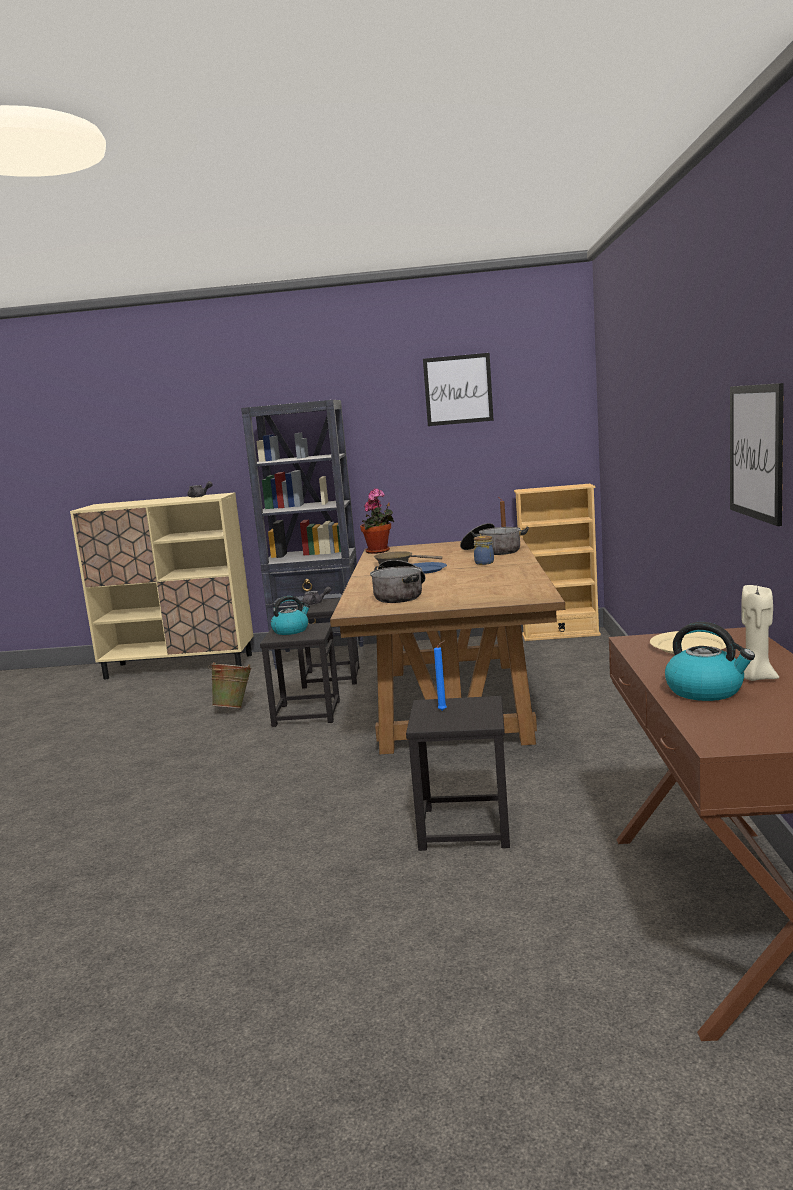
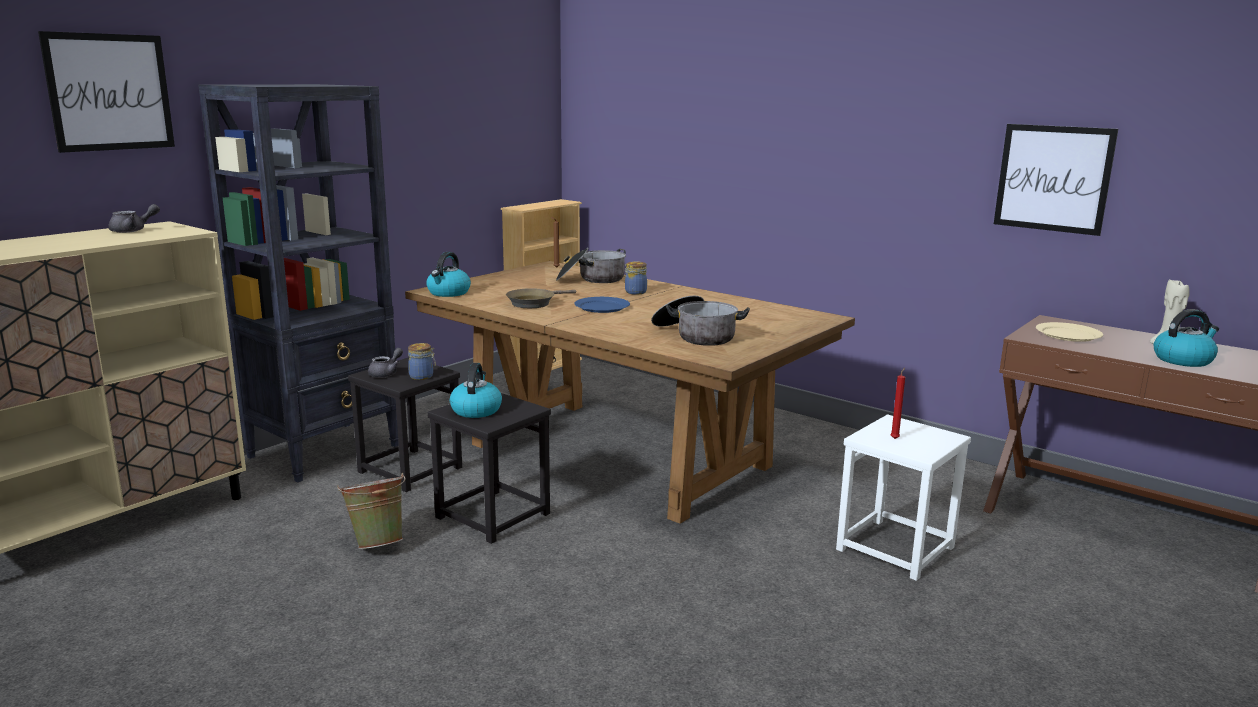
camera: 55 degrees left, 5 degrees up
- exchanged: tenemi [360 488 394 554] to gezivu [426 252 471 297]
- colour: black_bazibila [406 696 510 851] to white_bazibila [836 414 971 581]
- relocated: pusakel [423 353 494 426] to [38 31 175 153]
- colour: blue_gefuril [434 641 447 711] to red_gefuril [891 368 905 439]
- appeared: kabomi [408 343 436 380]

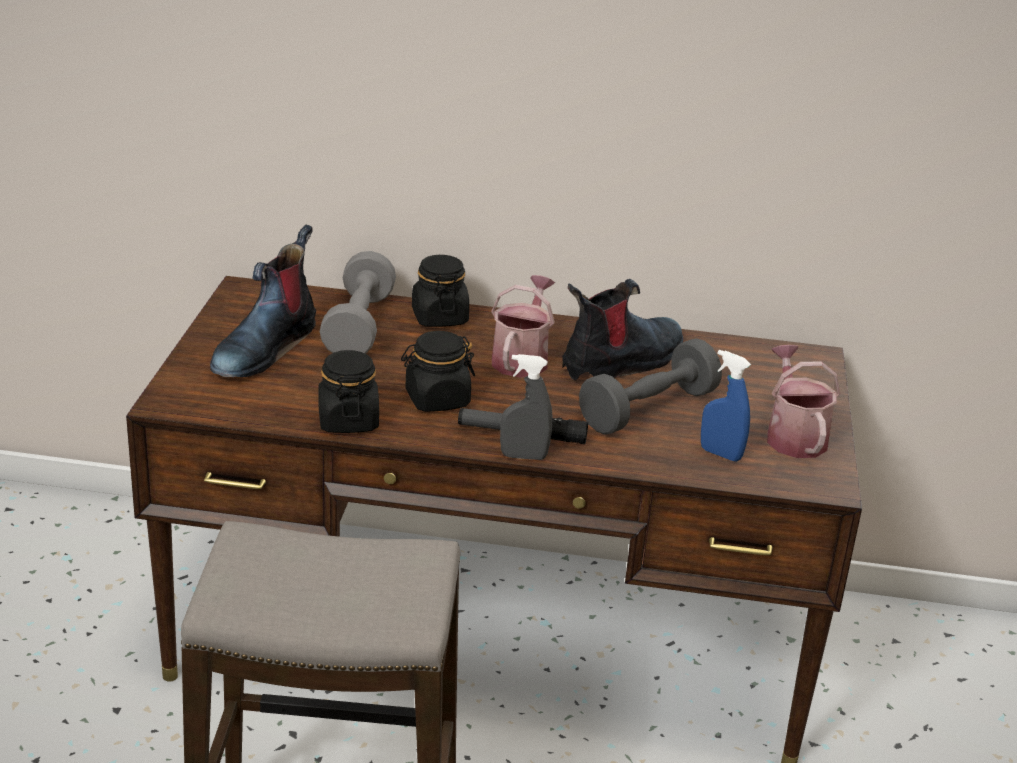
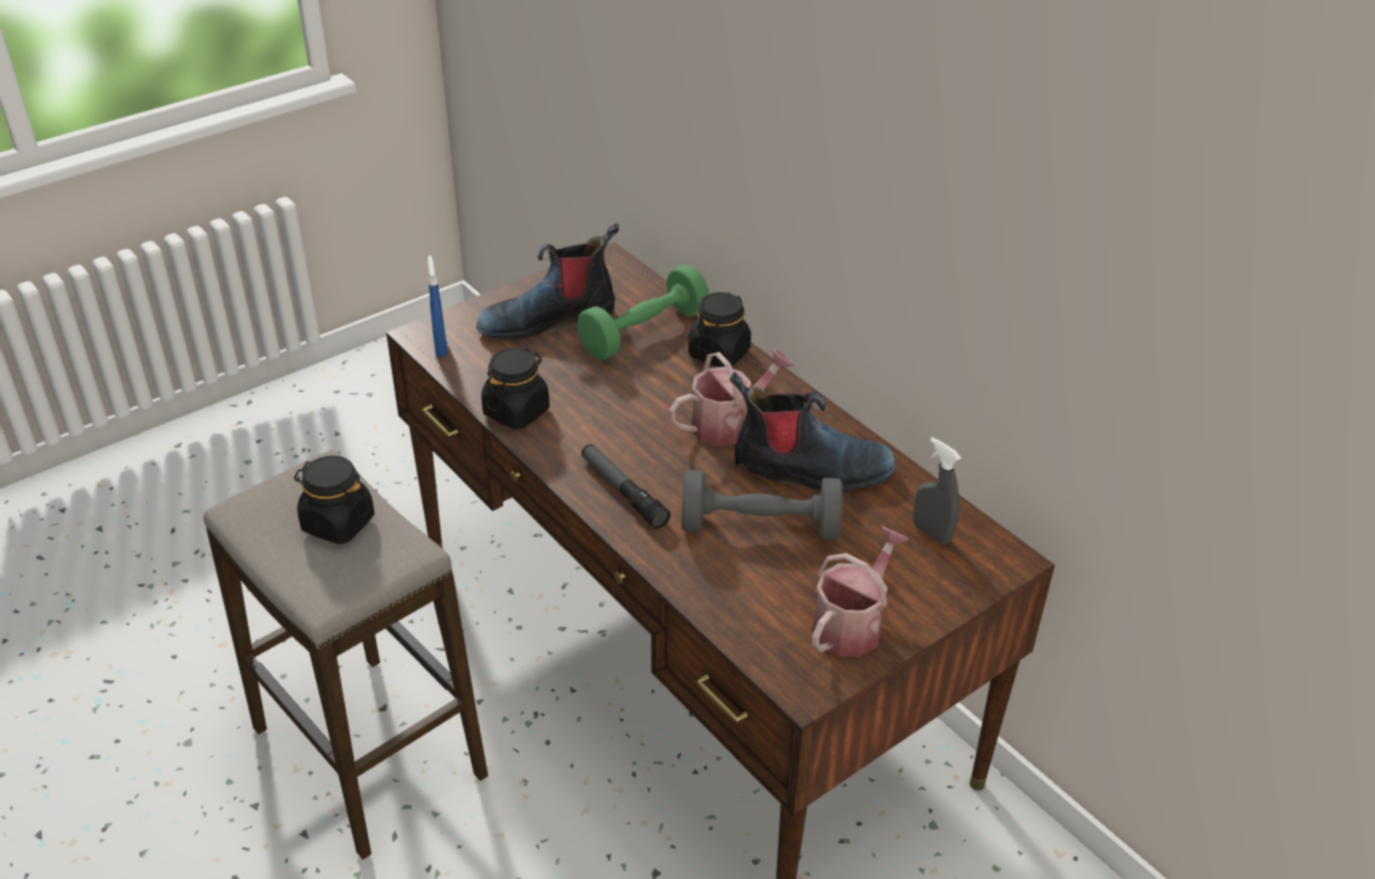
camera: 45 degrees right, 10 degrees up
- colour: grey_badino [320 251 396 354] to green_badino [577 265 709 360]
- relocated: black_kabomi [401 331 475 412] to [294 456 375 544]
- relocated: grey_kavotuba [500 354 552 460] to [913 437 961 545]
- relocated: blue_kavotuba [701 350 751 462] to [428 255 448 357]

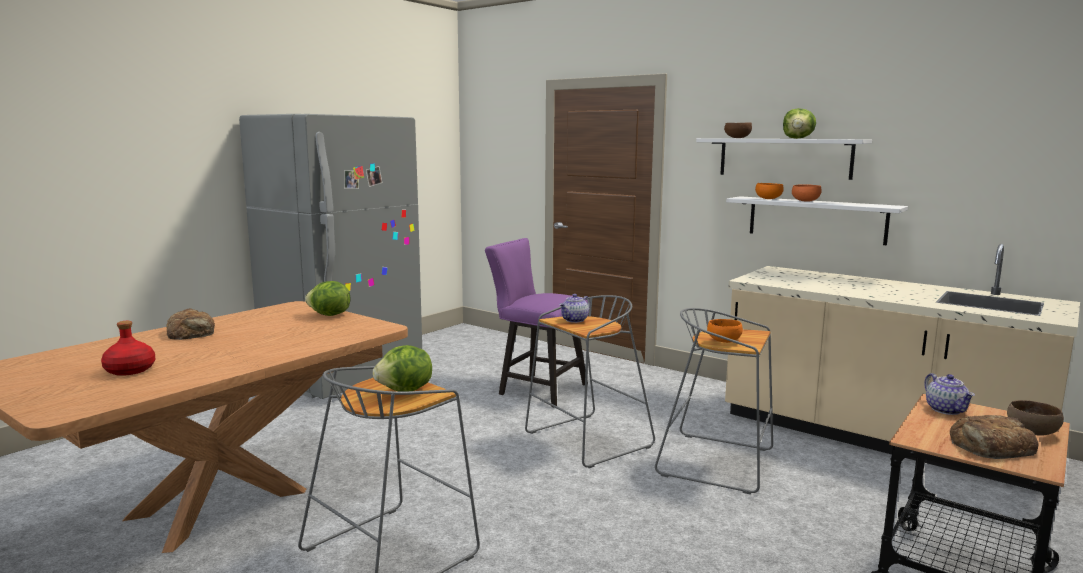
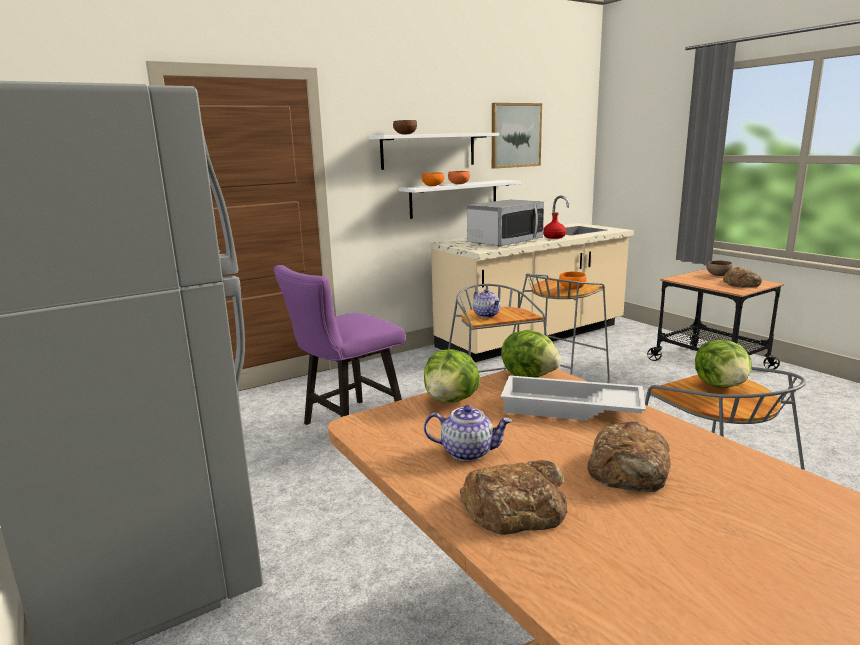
camera: 70 degrees left, 5 degrees up
- relocated: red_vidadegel [101 321 155 376] to [543 212 567 239]
- relocated: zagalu [783 108 816 139] to [501 330 561 378]
- relocated: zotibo [924 373 975 415] to [424 405 512 461]
- appeared: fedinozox [467 199 544 247]
- appeared: pusakel [492 103 542 169]
- appeared: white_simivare [500 375 646 421]
- appeared: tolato [587 421 671 492]

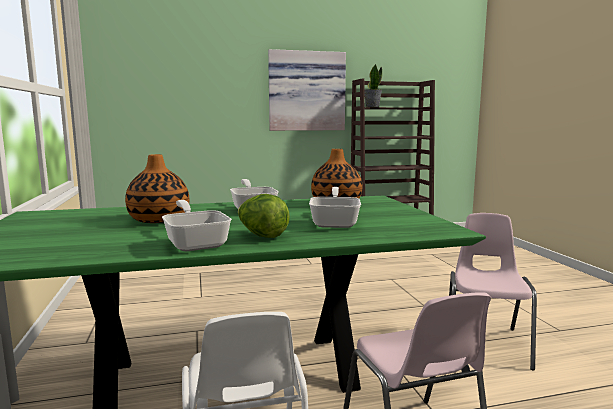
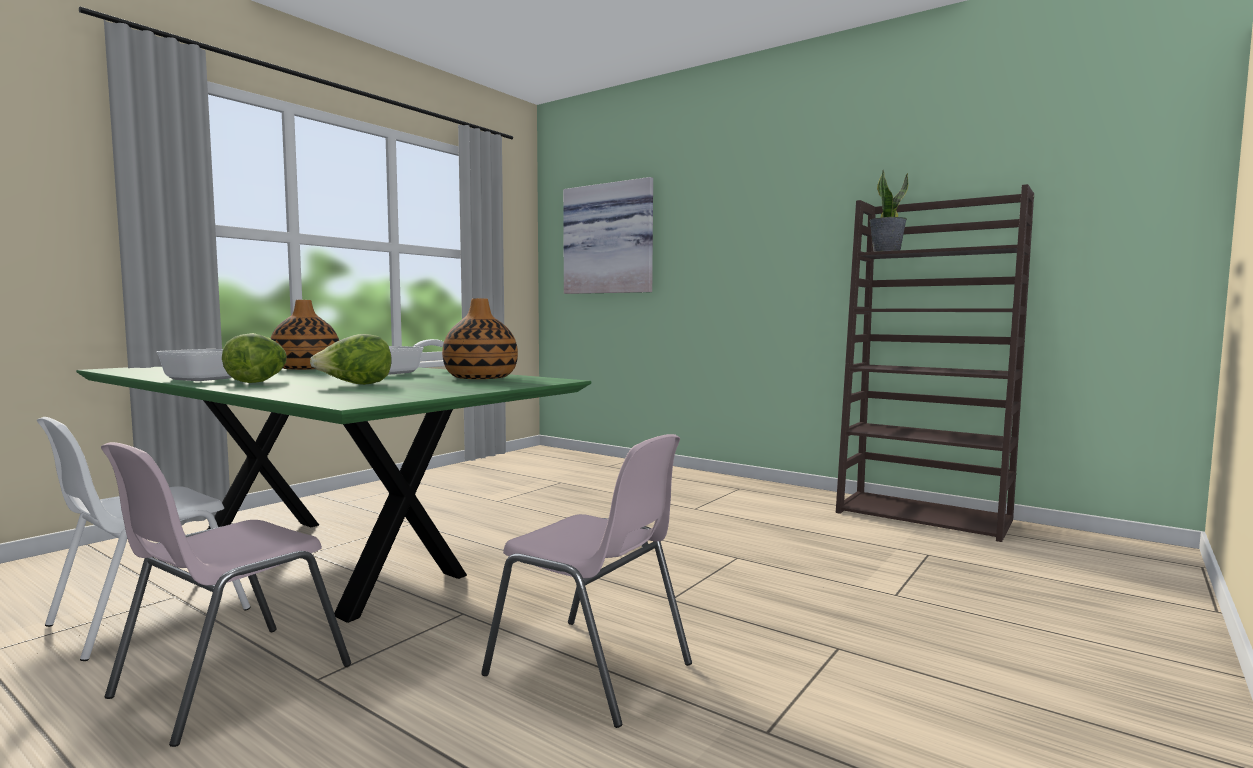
camera: 50 degrees right, 5 degrees down
- relocated: pusakel [268 49 346 131] to [563 177 653 294]
- exchanged: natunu [309 187 361 228] to zagalu [310 334 392 385]
- spun: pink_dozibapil [449 213 537 370] = [481 434 692 728] 60 degrees clockwise

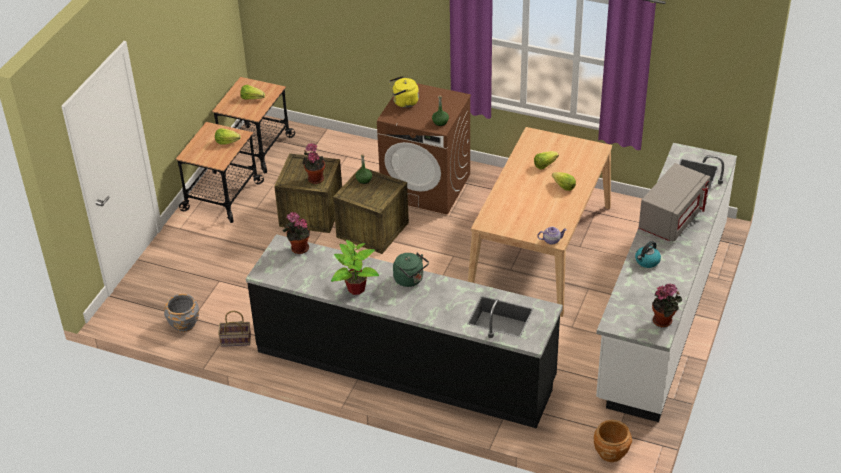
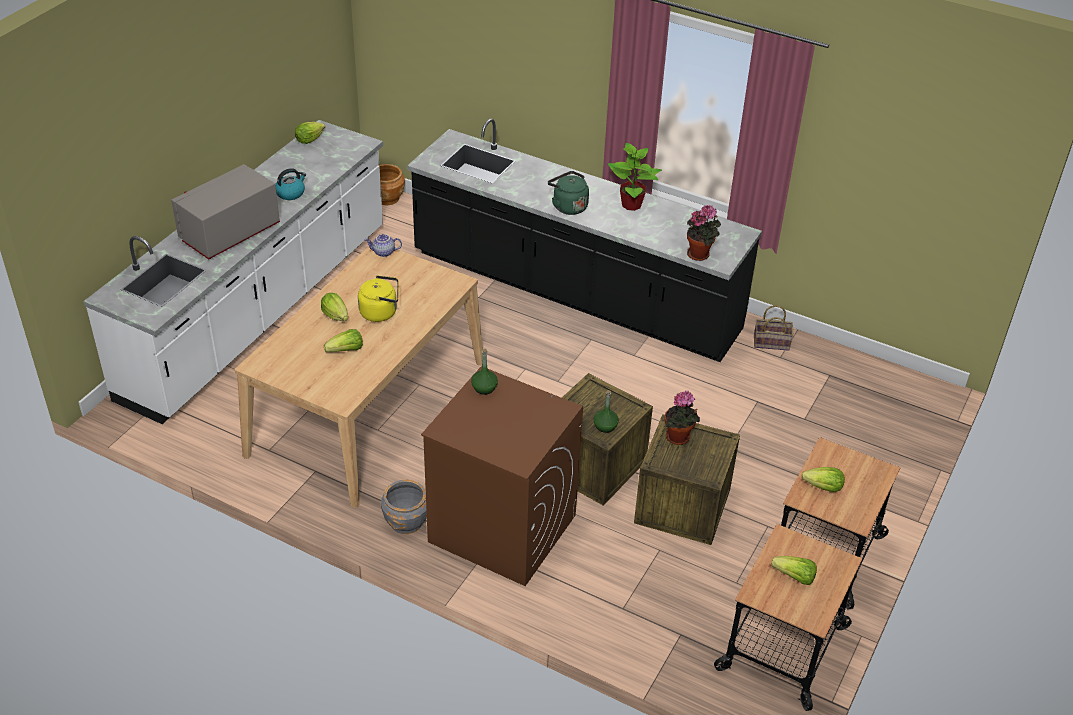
camera: 175 degrees left, 0 degrees up
- relocated: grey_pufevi [164 294 199 332] to [381 480 427 534]
- relocated: yellow_gezivu [389 76 419 108] to [358 275 398 322]
- exchanged: tenemi [652 283 682 327] to zagalu [295 122 325 144]

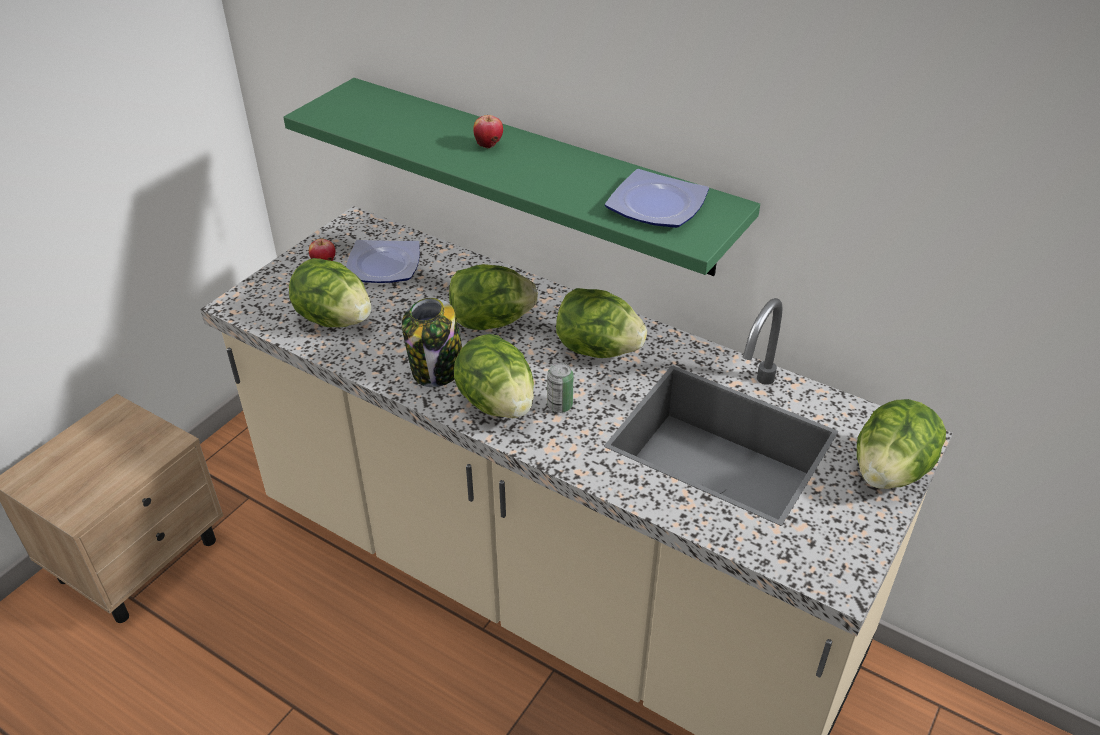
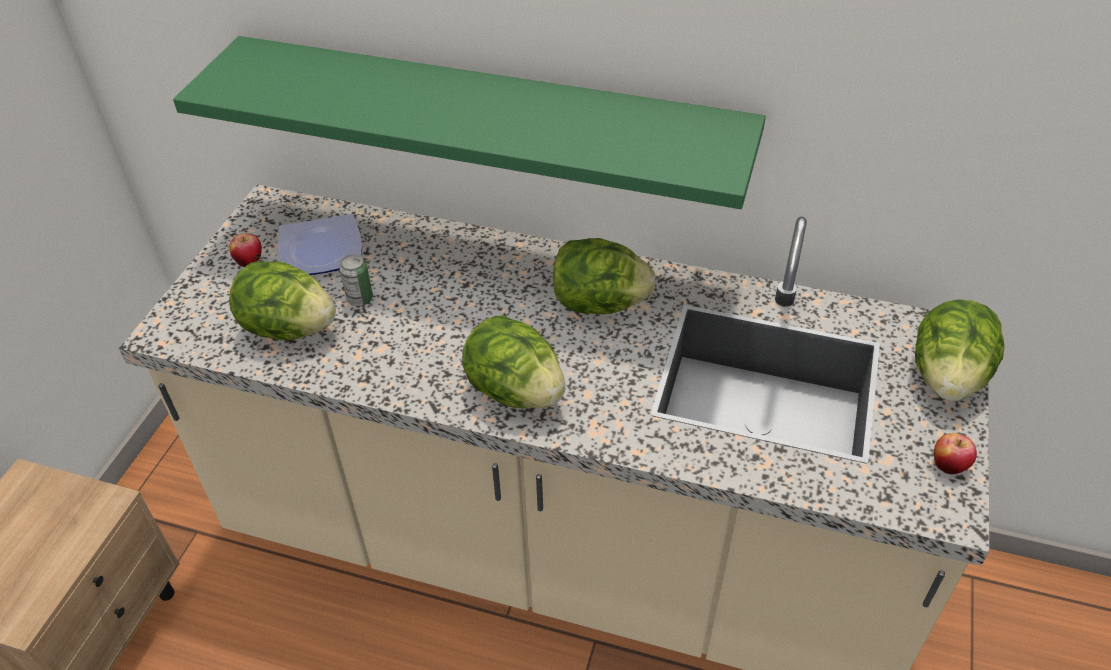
camera: 15 degrees left, 5 degrees up
- missing: kabomi [402 298 462 387]
- missing: zagalu [449 264 538 330]
- relocated: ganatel [473 115 503 148] to [934 433 977 474]
- relocated: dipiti [547 363 573 413] to [340 254 373 306]
- missing: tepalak [605 169 709 228]

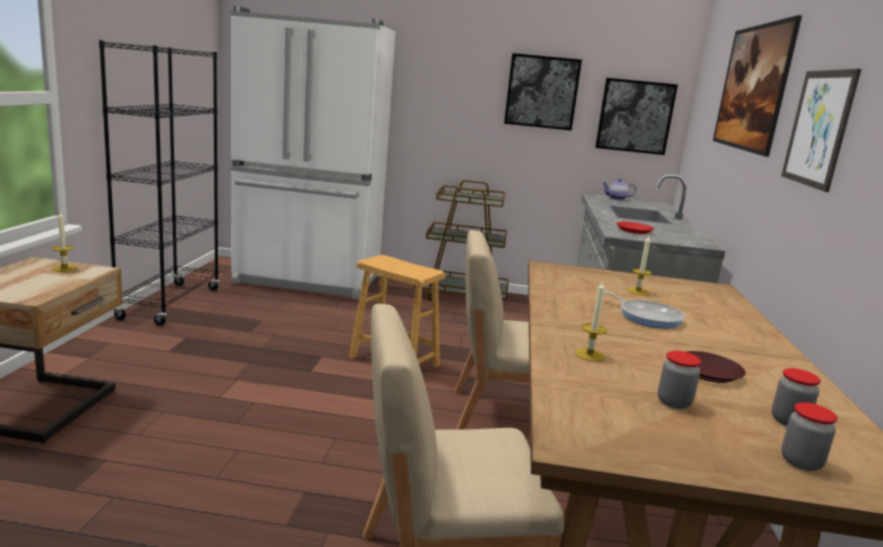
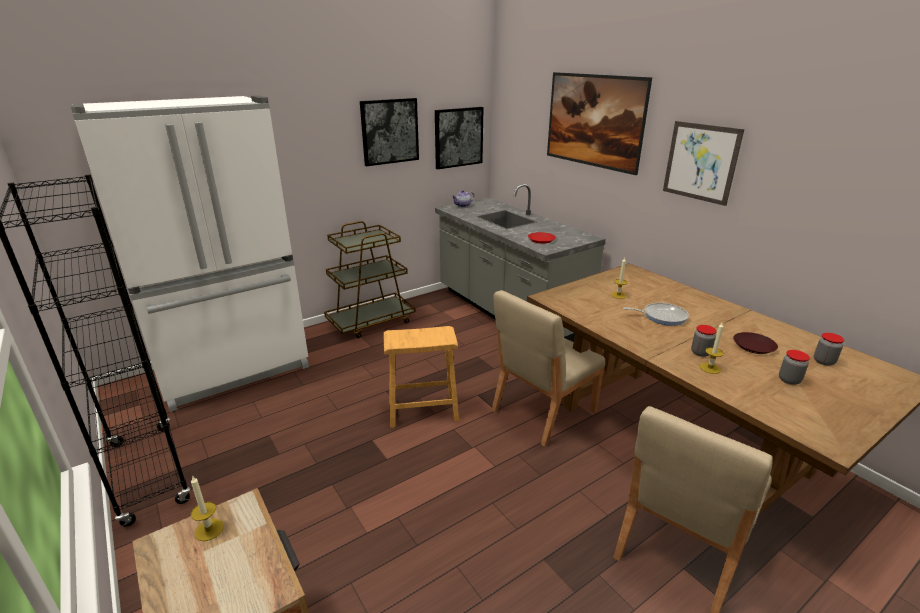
camera: 40 degrees left, 10 degrees up
- relocated: kabomi [781 402 838 471] to [691 325 717 357]

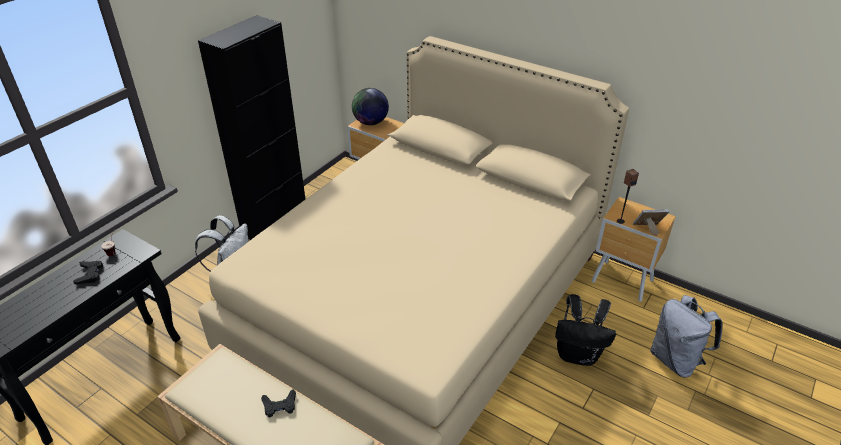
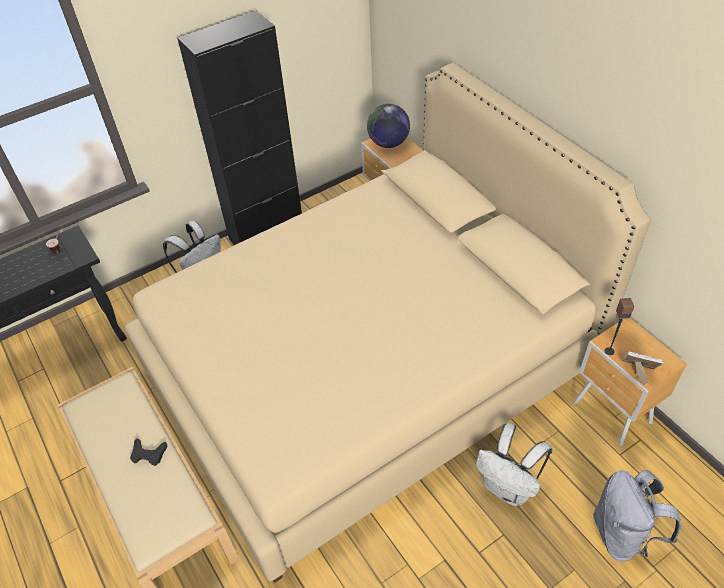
camera: 25 degrees right, 10 degrees up
- missing: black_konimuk [73 261 103 284]
- colour: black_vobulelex [555 294 616 366] to white_vobulelex [476 423 552 506]

